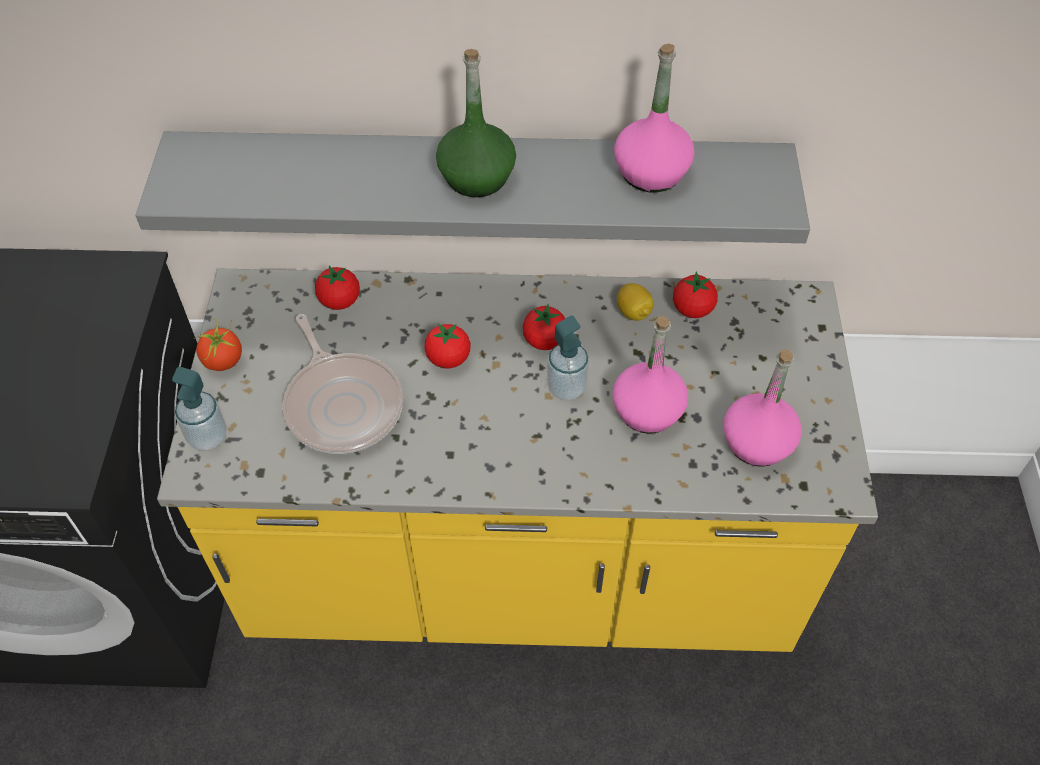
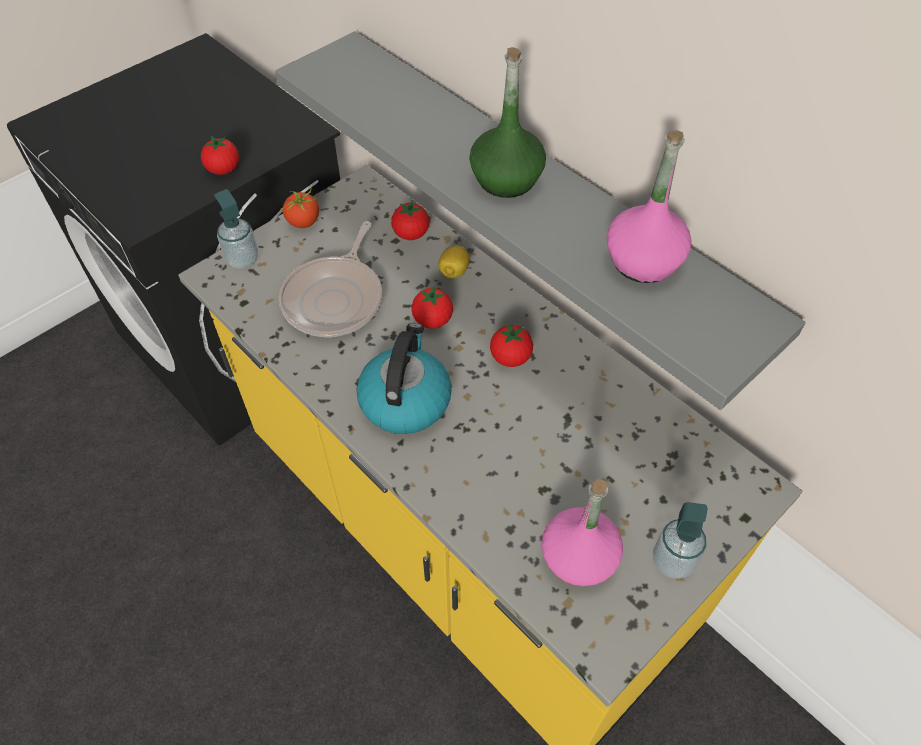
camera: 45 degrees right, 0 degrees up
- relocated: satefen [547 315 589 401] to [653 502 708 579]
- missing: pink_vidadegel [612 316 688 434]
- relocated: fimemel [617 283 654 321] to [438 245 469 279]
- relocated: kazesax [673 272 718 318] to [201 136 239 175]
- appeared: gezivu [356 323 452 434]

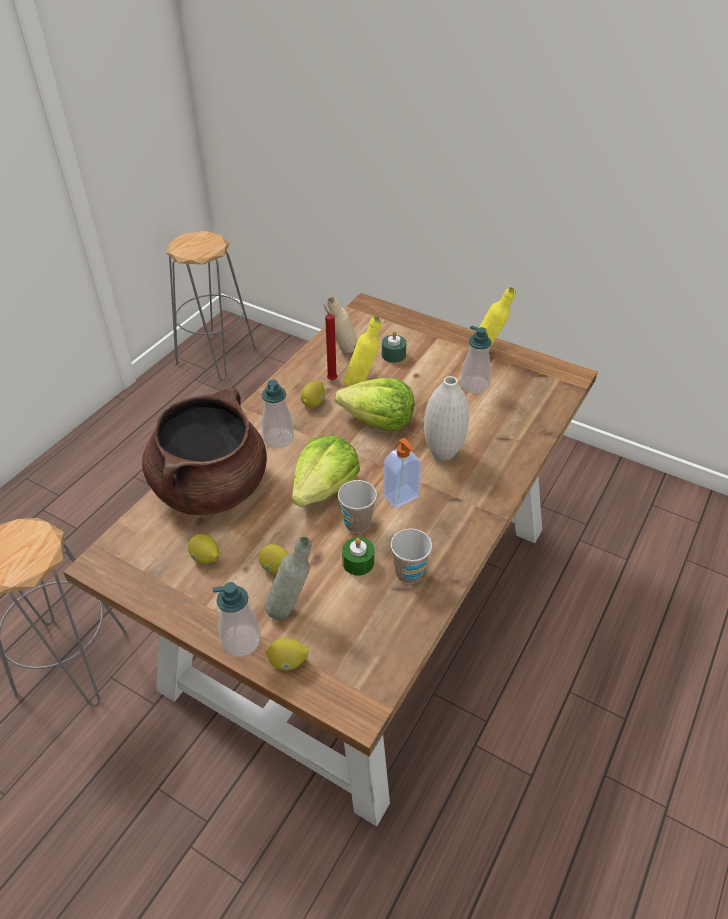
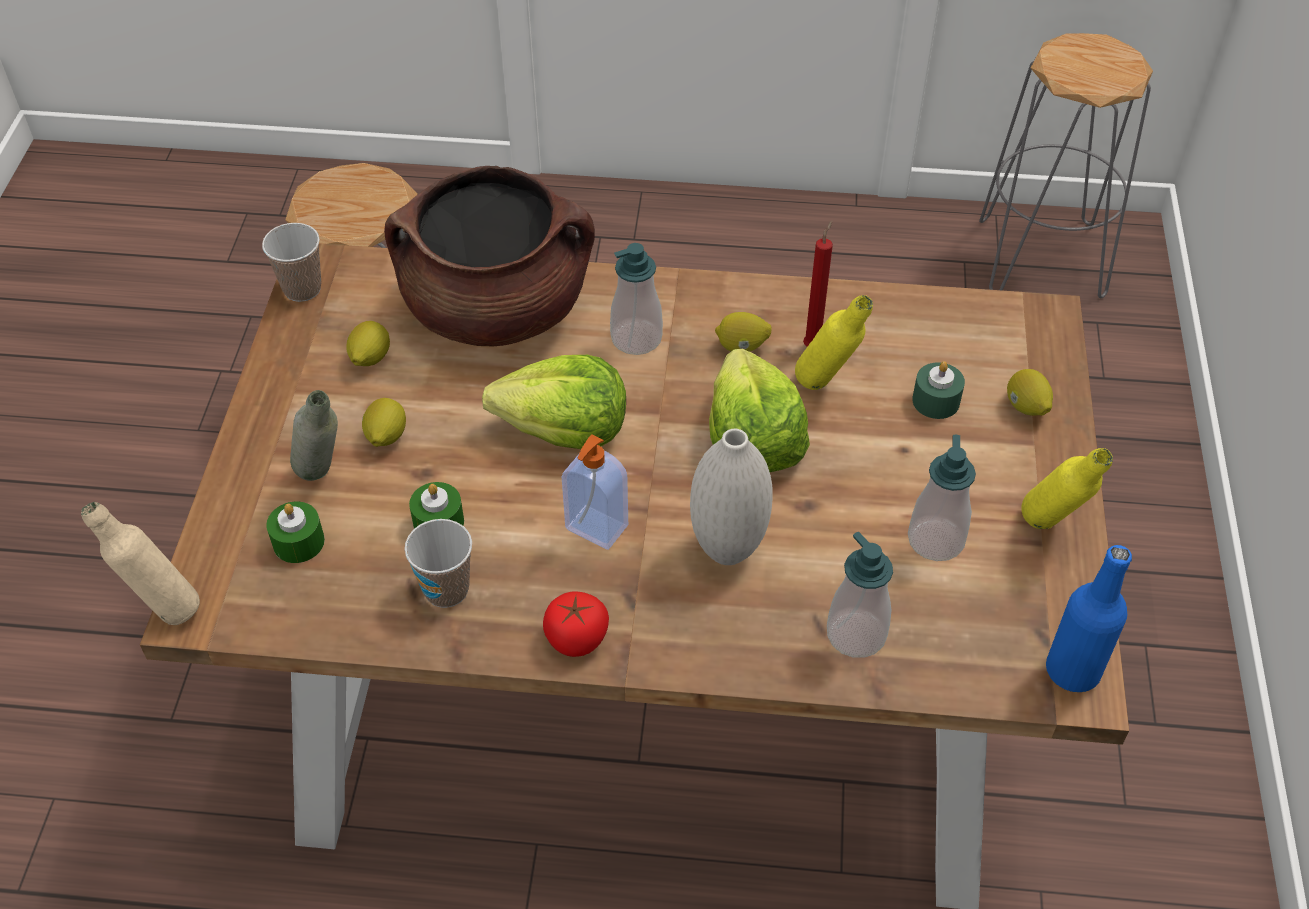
camera: 65 degrees right, 5 degrees up
- relocated: satefen [212 582 261 657] to [827 532 893 658]
- relocated: fimemel [266 638 309 670] to [1007 369 1053 416]
- relocated: beige_vidadegel [327 297 358 354] to [81 502 200 625]
- relocated: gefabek [338 480 377 533] to [262 223 321 302]
- appeared: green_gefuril [266 502 325 563]
- appeared: kazesax [543 591 609 657]
- appeared: blue_vidadegel [1046 545 1132 692]

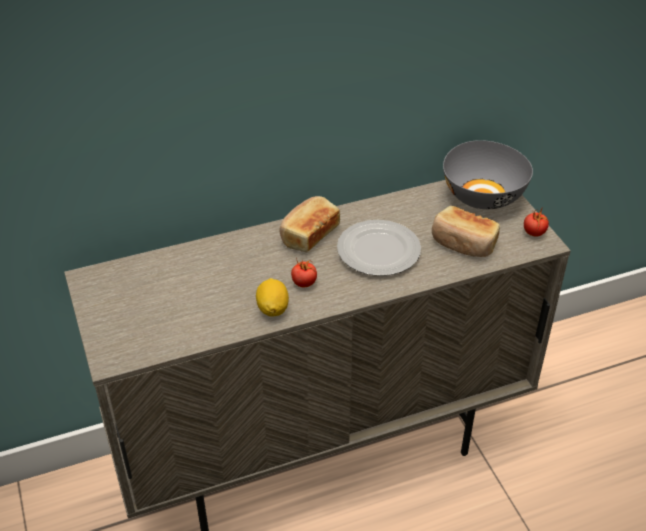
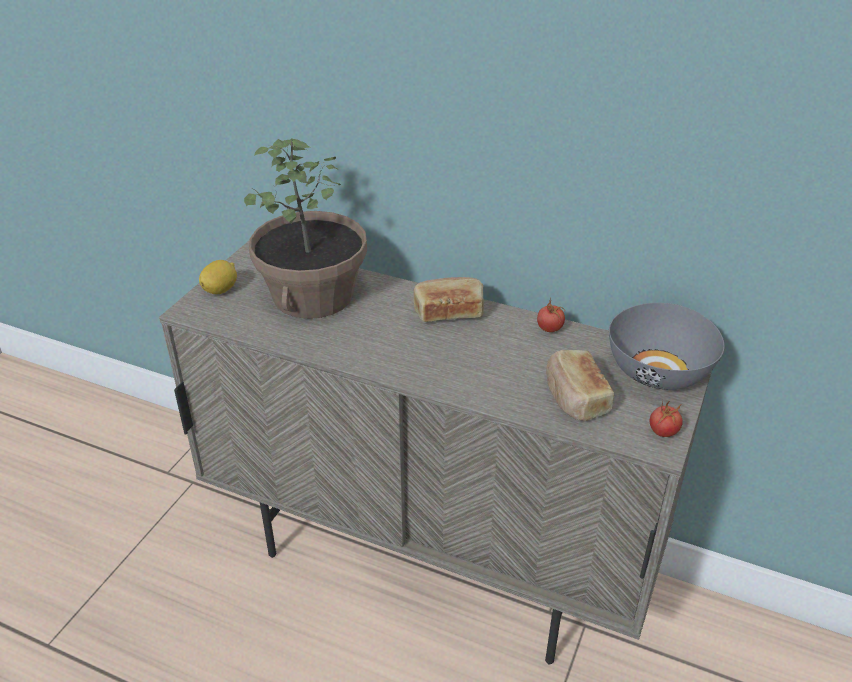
camera: 45 degrees right, 5 degrees down
- relocated: fimemel [256 278 289 317] to [199 260 237 294]
- relocated: kazesax [291 258 317 287] to [537 301 565 332]
- missing: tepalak [337 220 421 276]
- appeared: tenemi [244 139 367 319]

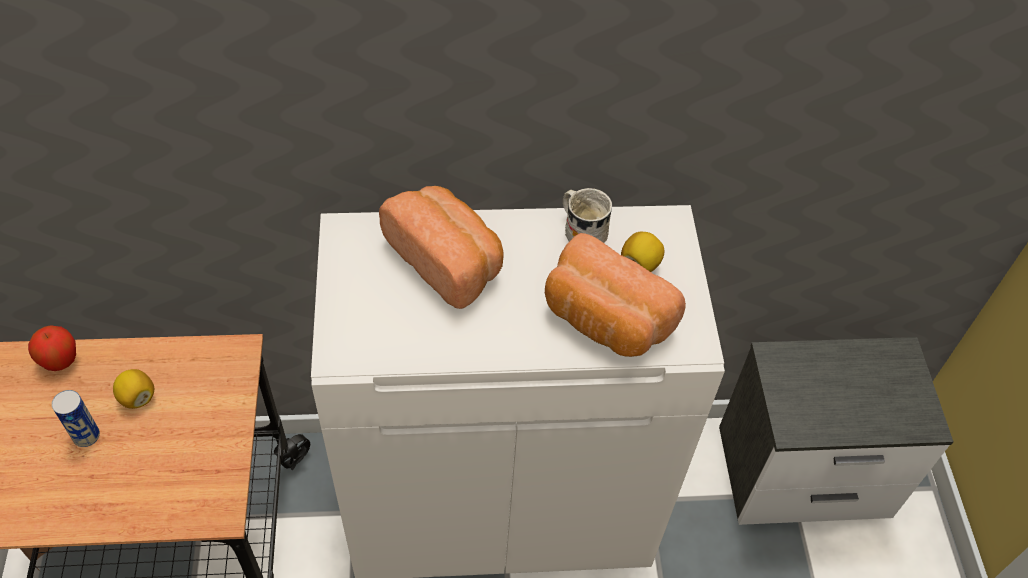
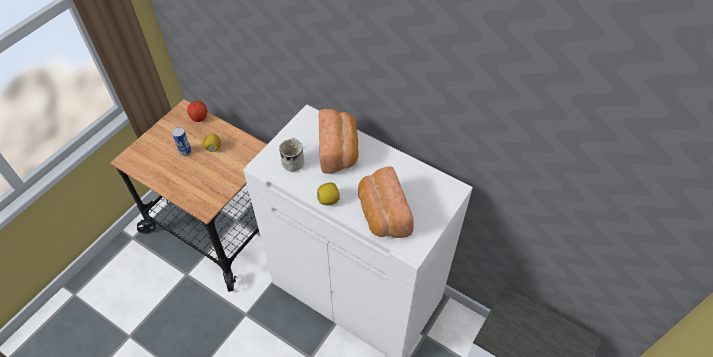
camera: 40 degrees right, 0 degrees up
- relocated: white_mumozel [563 188 612 243] to [279 138 305 171]
- relocated: fimemel [621 232 664 272] to [317 183 340 205]

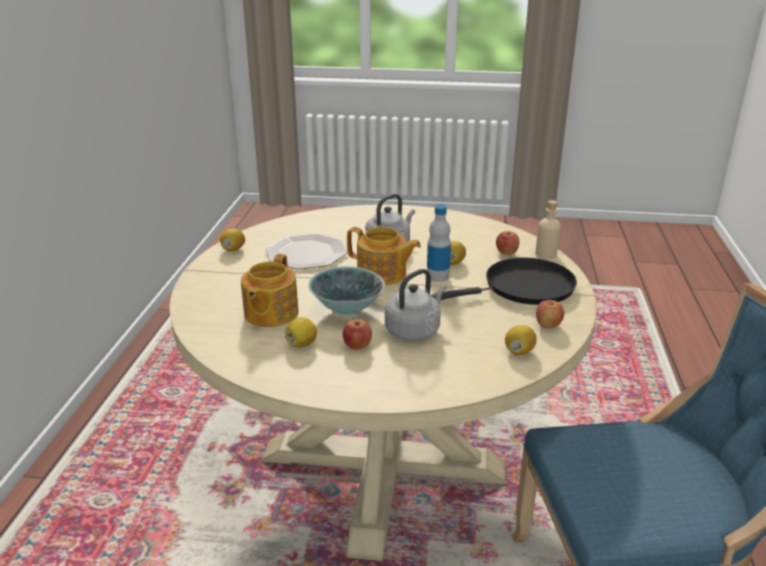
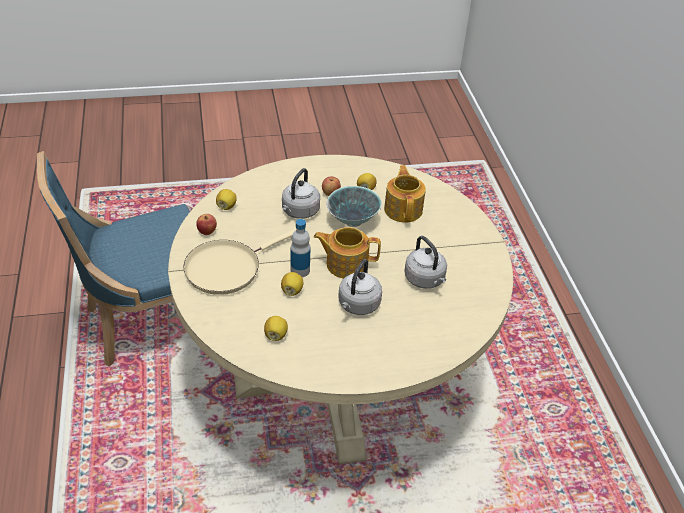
camera: 160 degrees right, 15 degrees up
- relocated: fimemel [220 229 245 252] to [264 316 288 341]
- exchanged: tepalak [266 233 347 269] to grey_gezivu [404 236 447 289]
- colour: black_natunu [431 257 577 305] to beige_natunu [183 229 296 295]
- missing: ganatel [496 231 519 255]
- missing: beige_vidadegel [535 200 561 259]

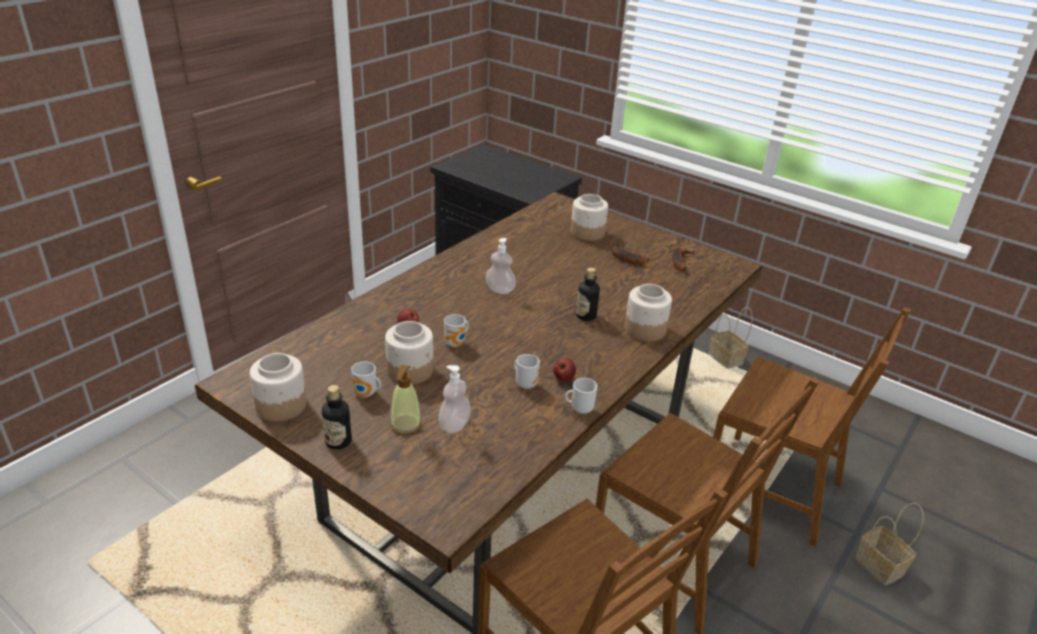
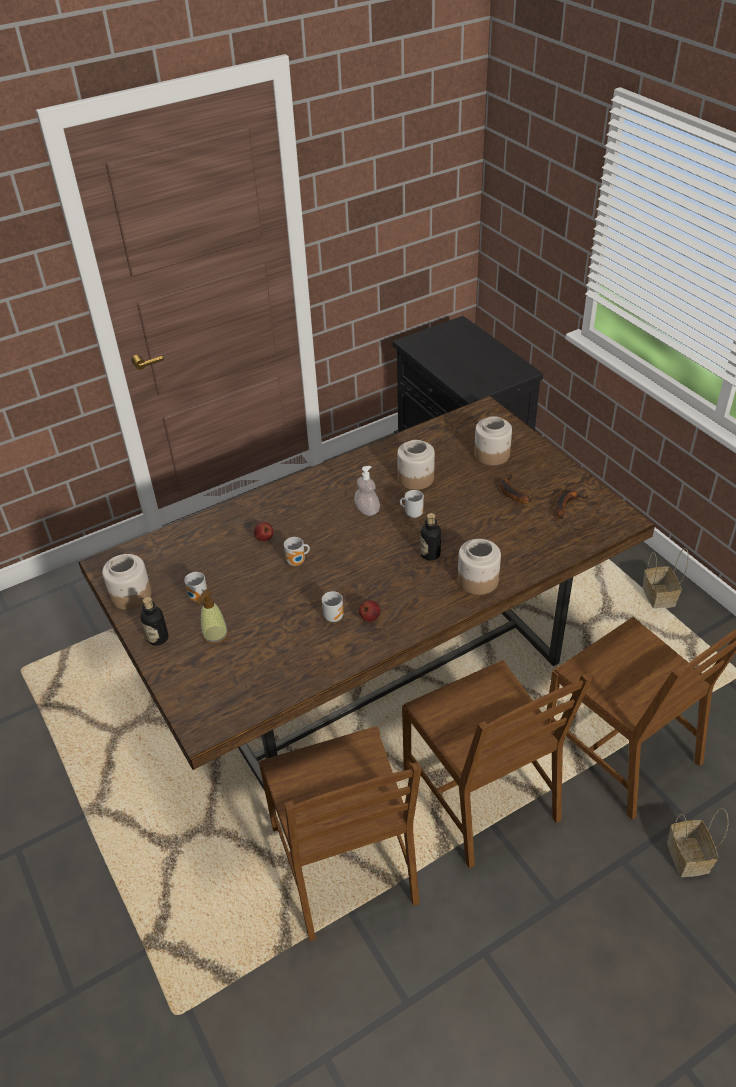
camera: 25 degrees right, 10 degrees up
- relocated: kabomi [385 321 433 384] to [397 440 435 490]
- missing: satefen [438 365 471 433]
- relocated: mumozel [565 378 597 414] to [400 490 424 518]

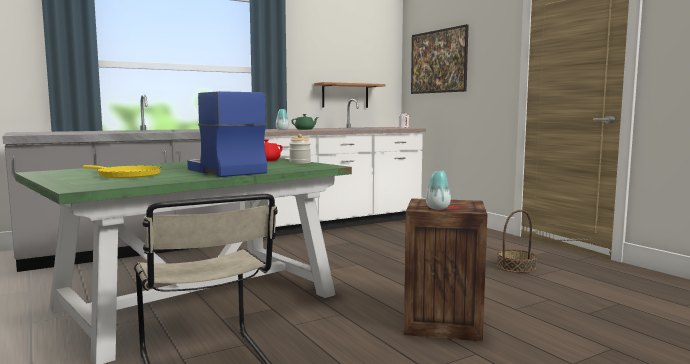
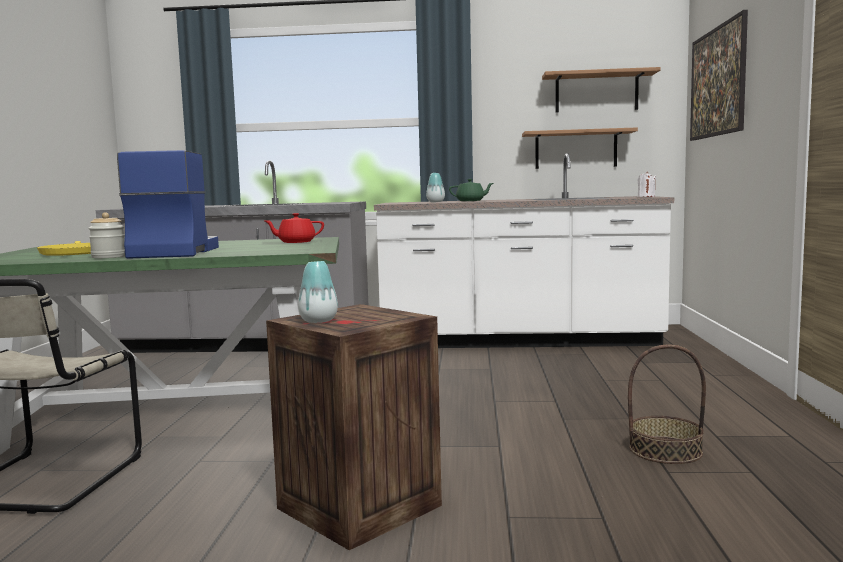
camera: 35 degrees right, 0 degrees up
- relocated: kabomi [289 134 311 164] to [88 212 125 258]
- appeared: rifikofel [542 67 661 112]

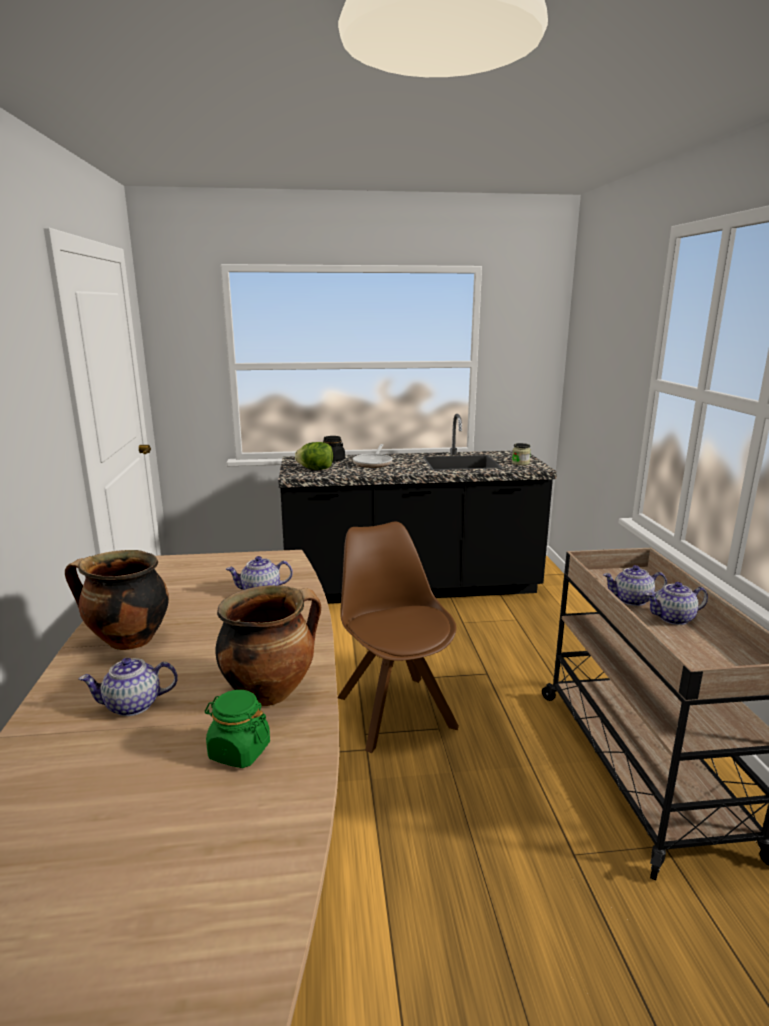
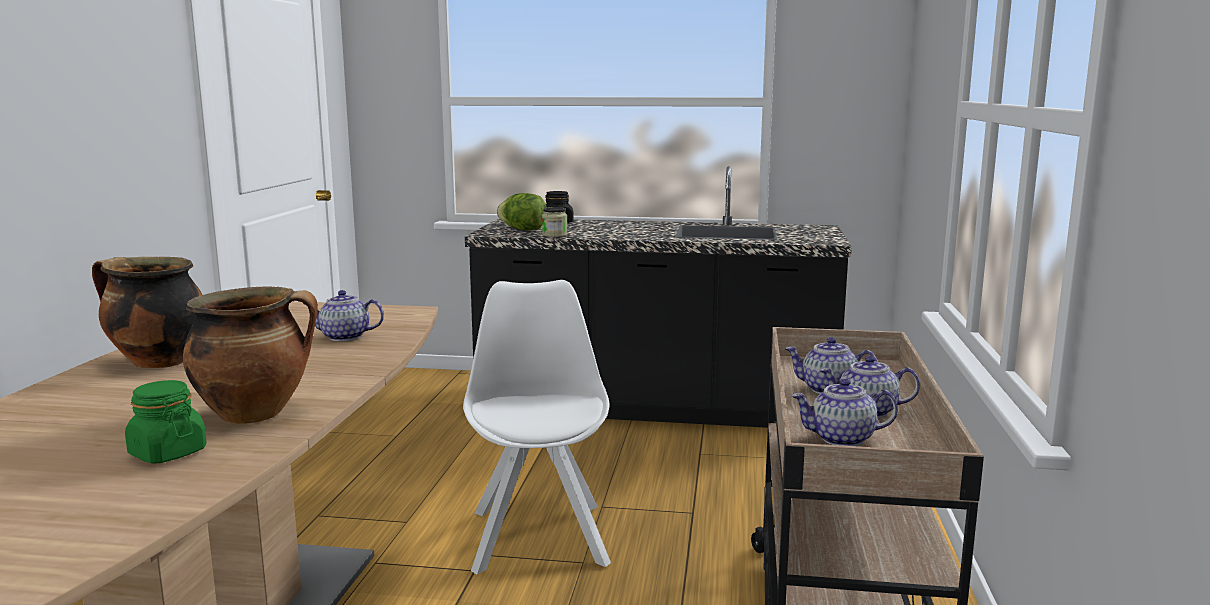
camera: 15 degrees right, 5 degrees down
- relocated: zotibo [79 658 178 716] to [791 378 898 446]
- colour: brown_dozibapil [338 521 459 753] to white_dozibapil [463 280 611 574]
- missing: natunu [353 444 393 468]
- relocated: kabomi [512 443 531 465] to [542 207 568 237]

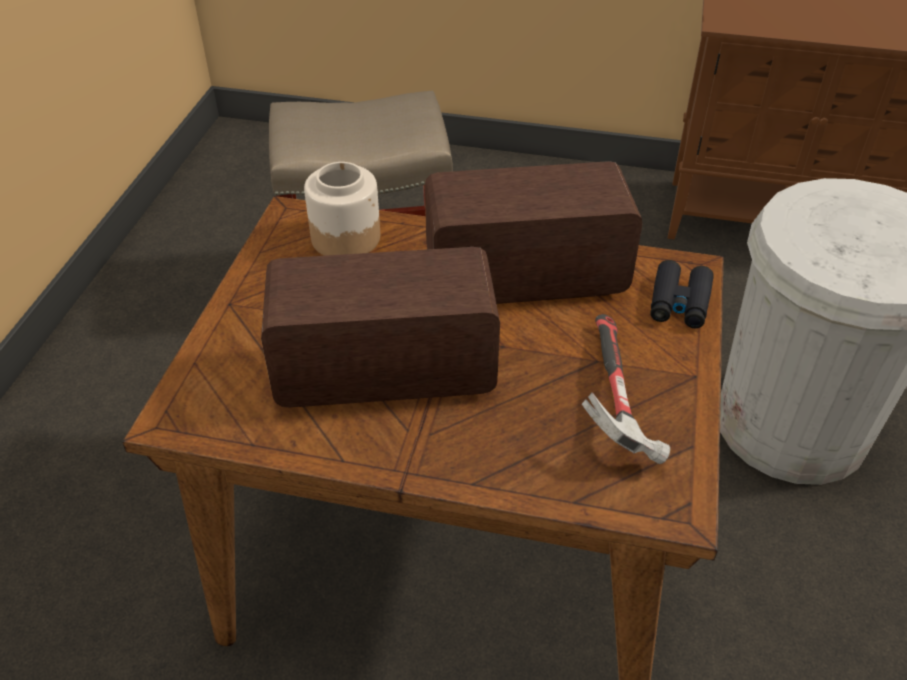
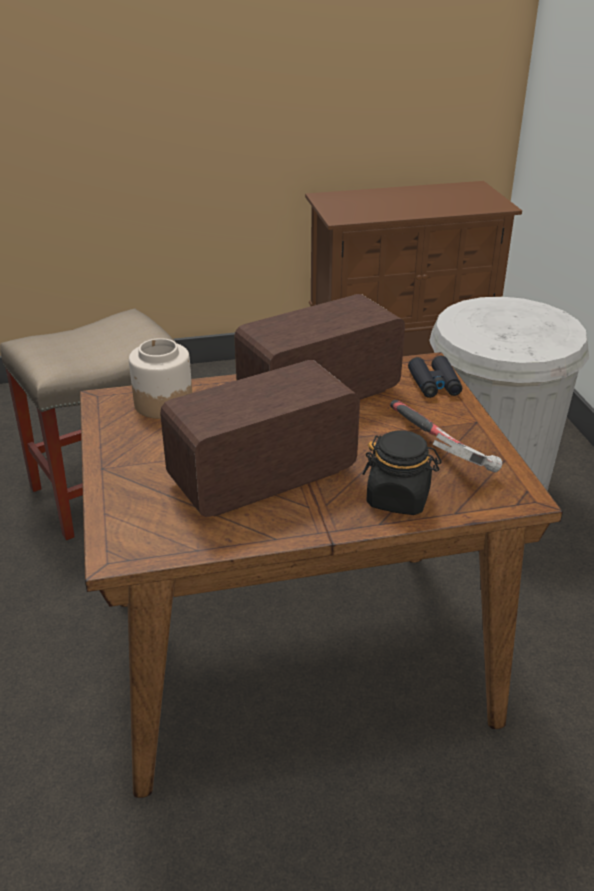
camera: 25 degrees left, 10 degrees down
- appeared: black_kabomi [363 430 441 515]

